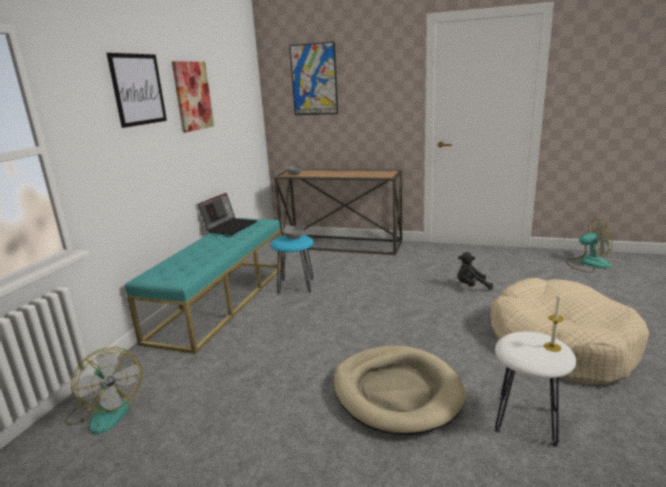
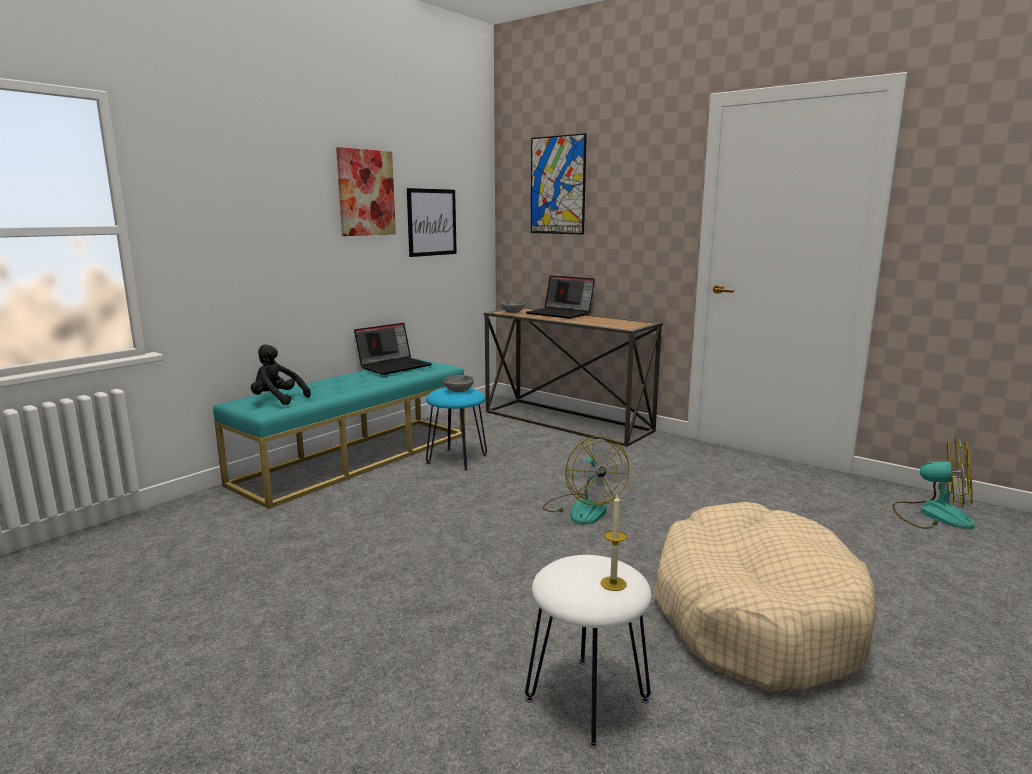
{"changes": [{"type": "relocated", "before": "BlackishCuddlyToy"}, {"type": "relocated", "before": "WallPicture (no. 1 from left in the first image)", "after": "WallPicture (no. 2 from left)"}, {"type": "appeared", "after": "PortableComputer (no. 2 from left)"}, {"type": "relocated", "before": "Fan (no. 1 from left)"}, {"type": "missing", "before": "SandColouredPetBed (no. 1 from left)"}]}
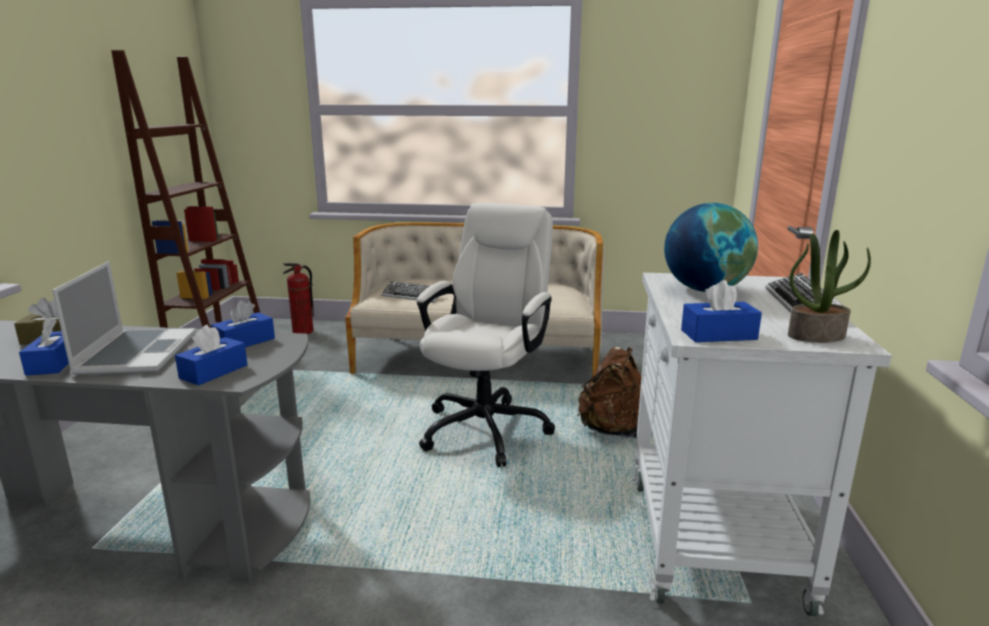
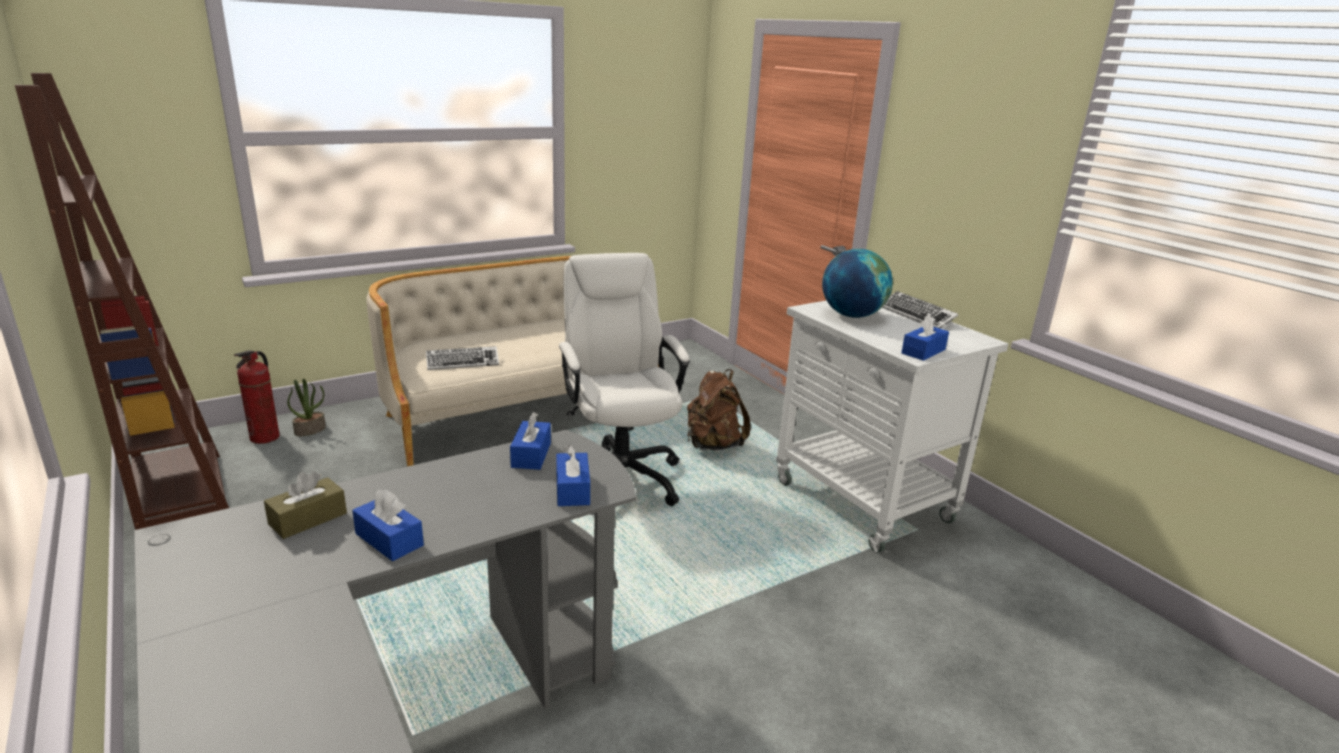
{"changes": [{"type": "relocated", "before": "Houseplant"}, {"type": "missing", "before": "PortableComputer"}]}
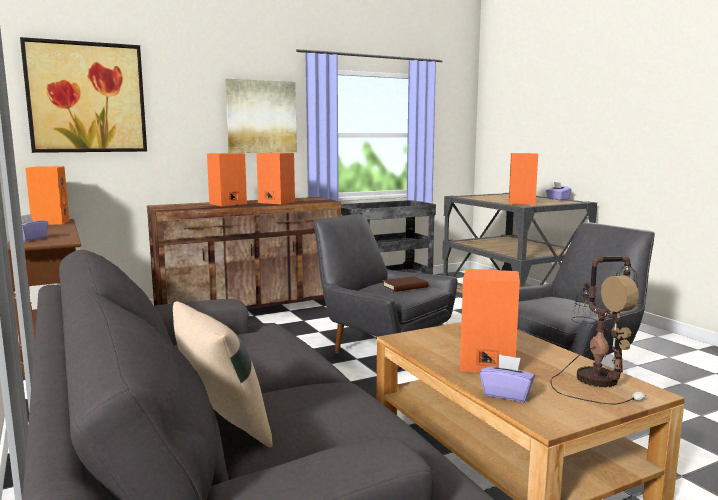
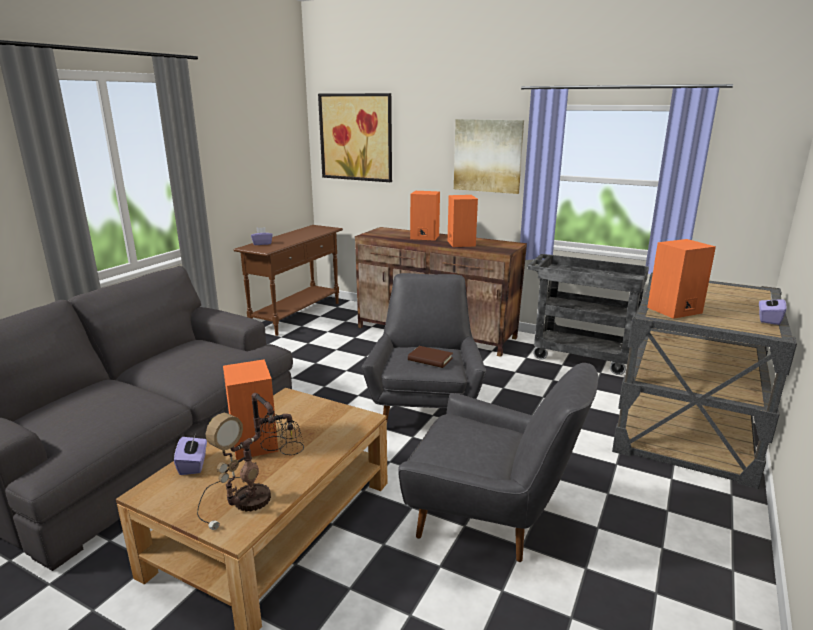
{"changes": [{"type": "missing", "before": "OrangeSpeaker (no. 1 from left)"}, {"type": "missing", "before": "SandColouredPillow"}]}
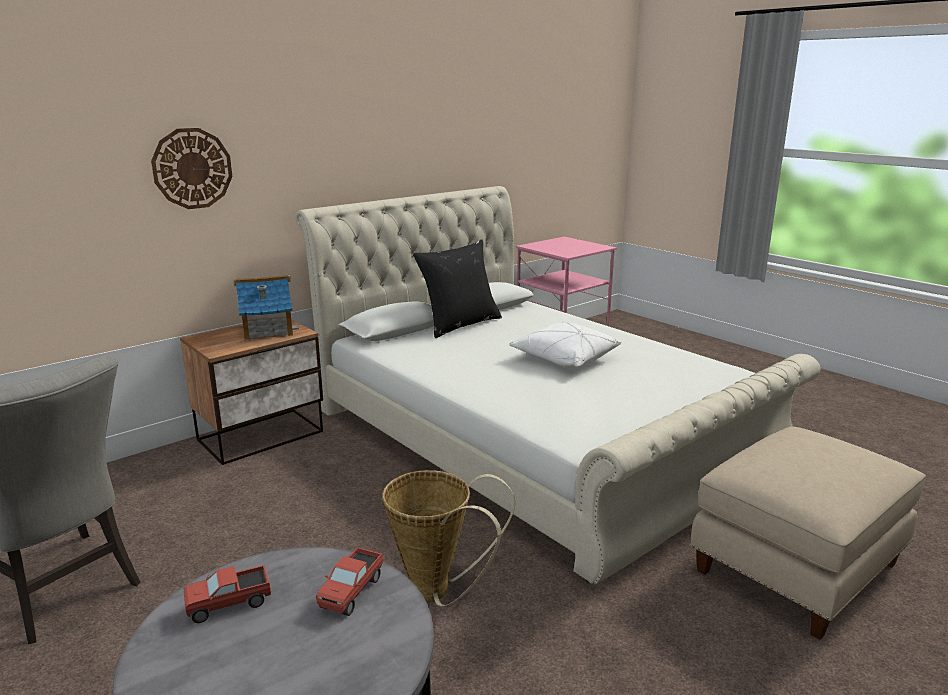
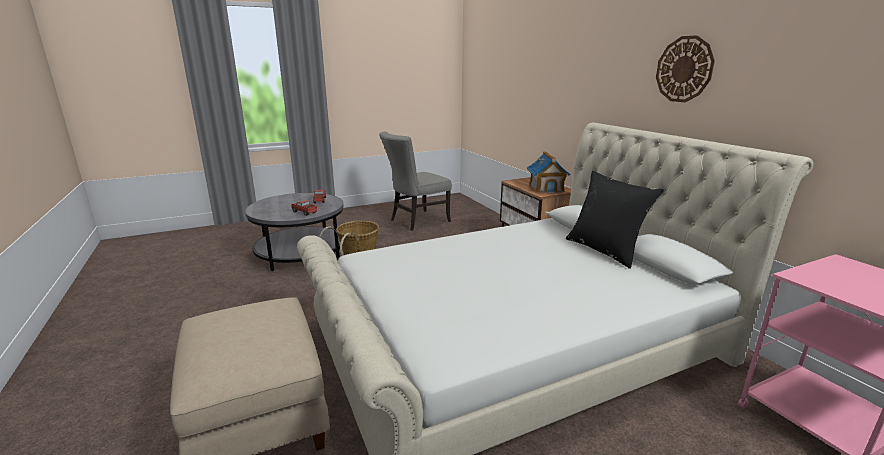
{"changes": [{"type": "relocated", "before": "WallClock"}, {"type": "missing", "before": "WhiteColouredPillow"}]}
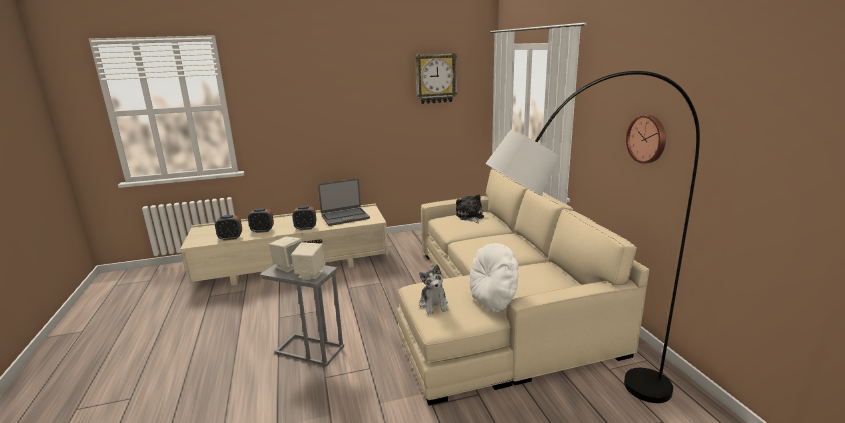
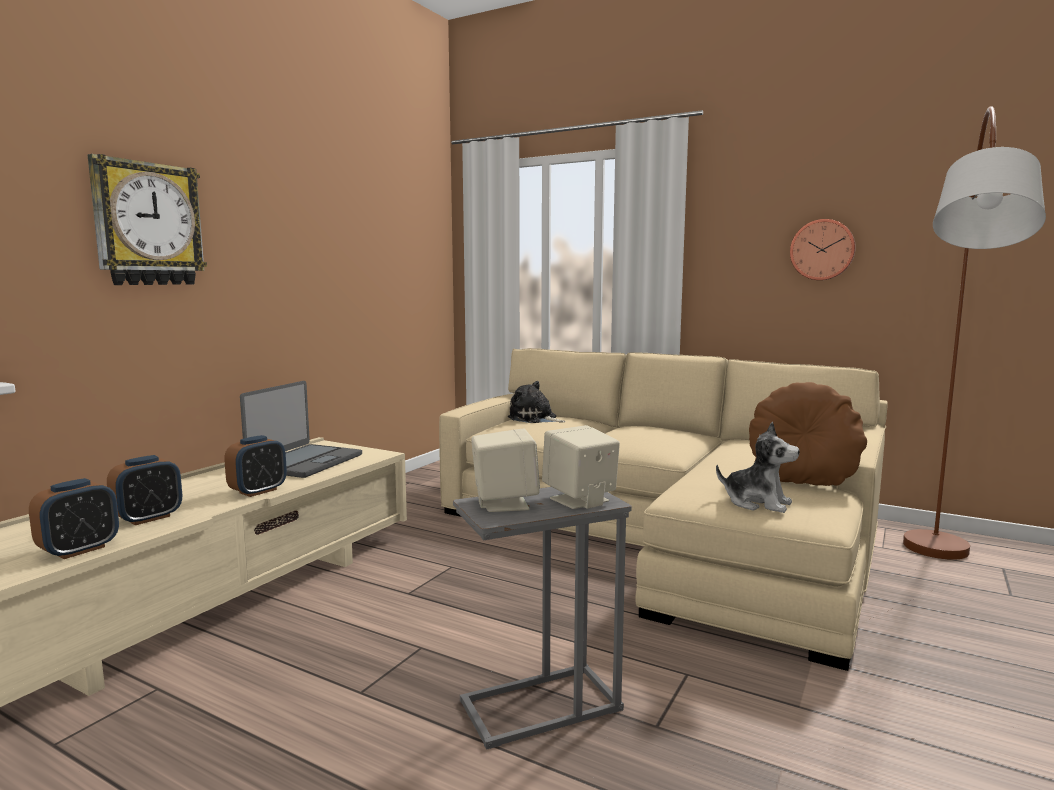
{"changes": [{"type": "relocated", "before": "WallClock (no. 1 from left)"}, {"type": "colour", "before": "WhiteColouredPillow", "after": "BrownishPillow"}, {"type": "colour", "before": "GreyishStandingLamp", "after": "BrownishStandingLamp"}]}
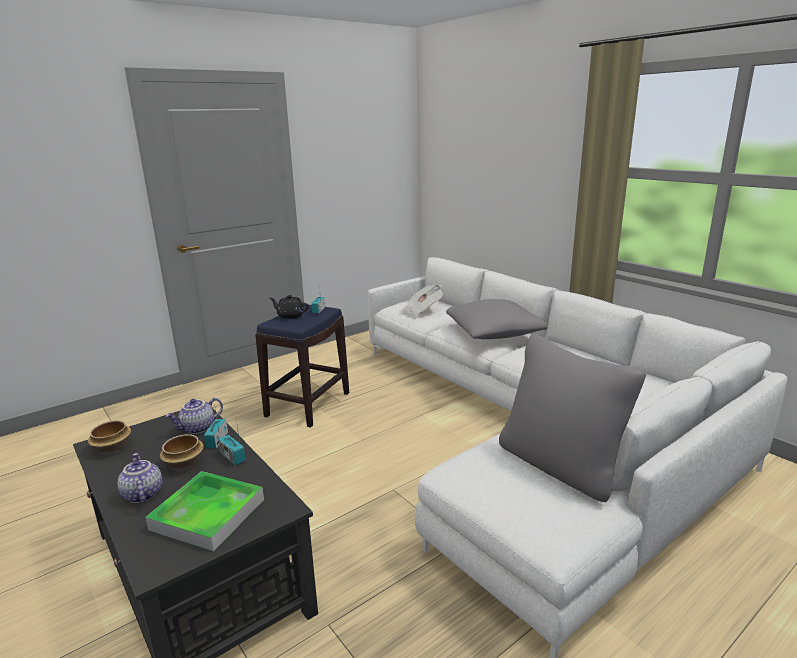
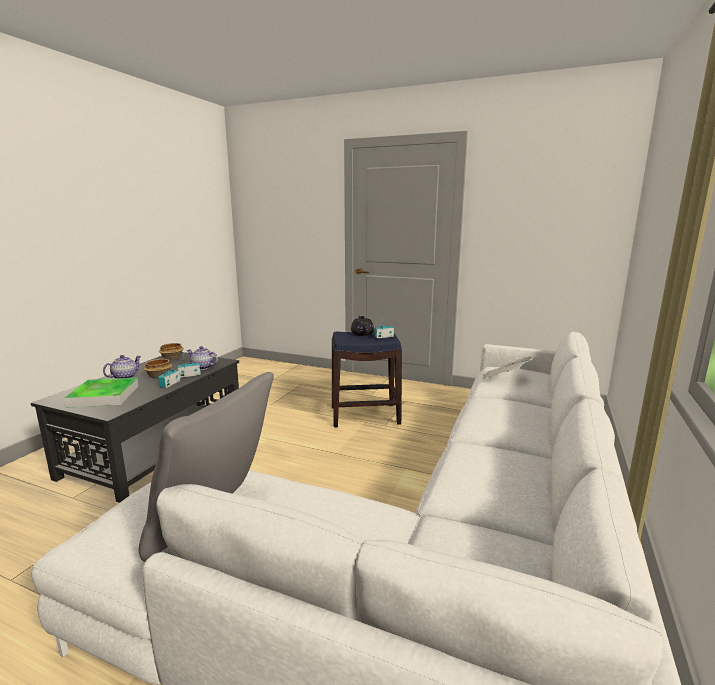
{"changes": [{"type": "missing", "before": "GreyishPillow (no. 1 from left)"}]}
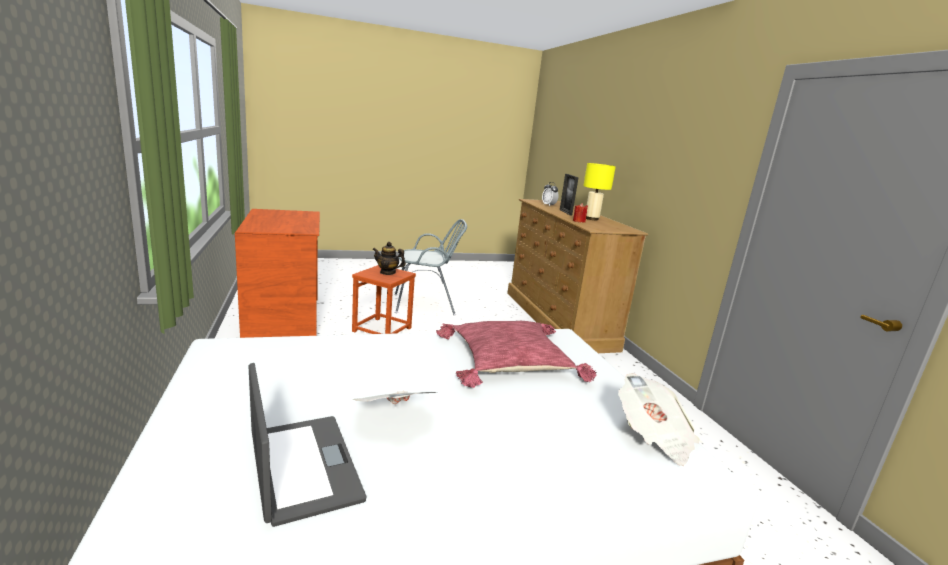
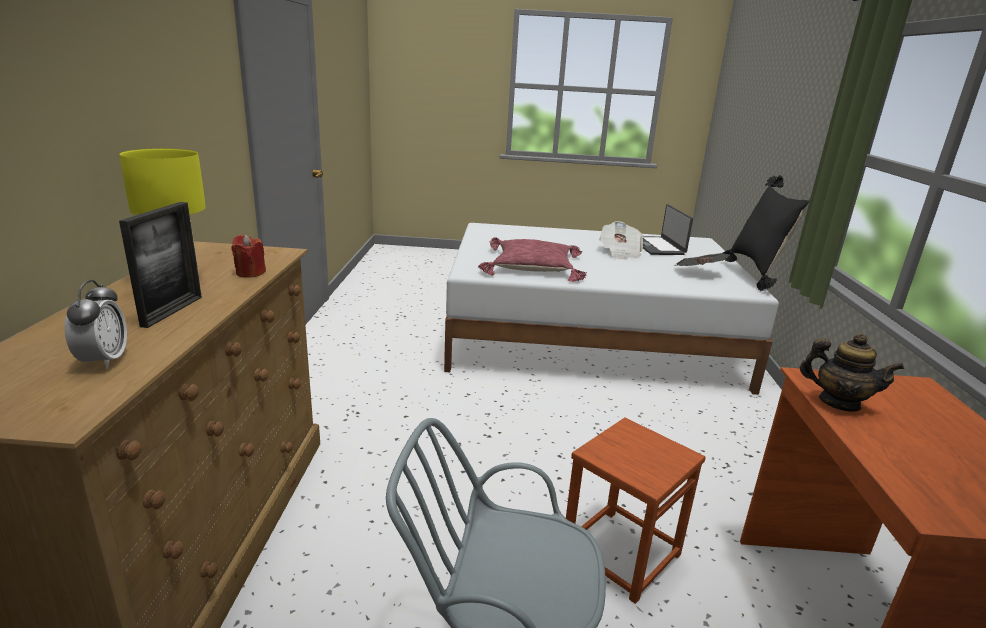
{"changes": [{"type": "relocated", "before": "DailyPaper (no. 2 from left)"}, {"type": "appeared", "after": "BlackishPillow"}, {"type": "relocated", "before": "Teapot"}]}
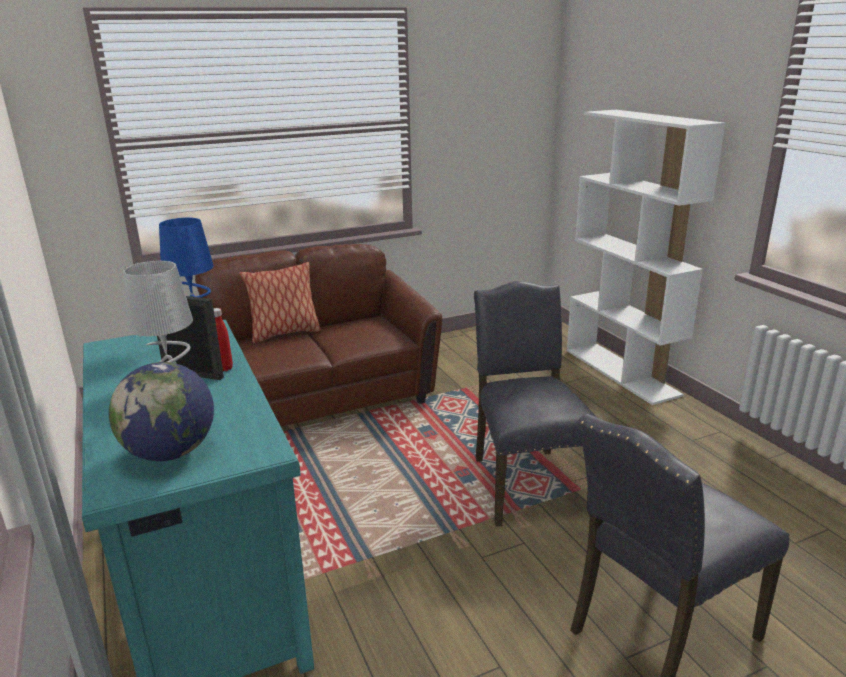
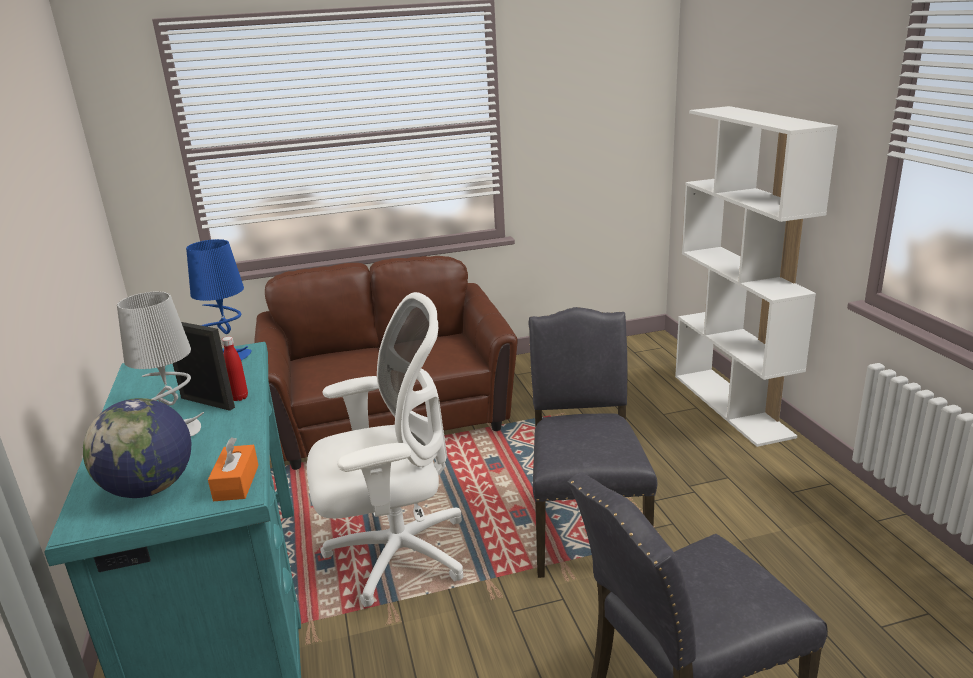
{"changes": [{"type": "appeared", "after": "OrangeTissueBox"}, {"type": "appeared", "after": "WhiteColouredOfficeChair"}, {"type": "missing", "before": "Pillow"}]}
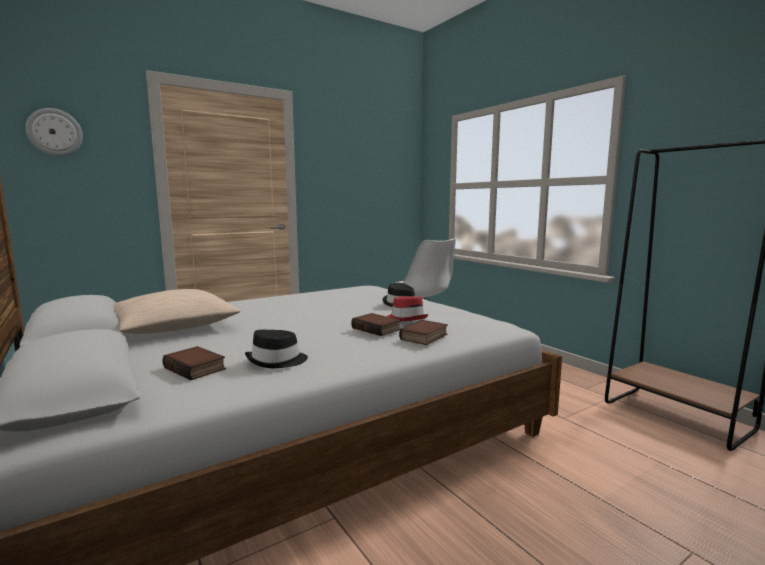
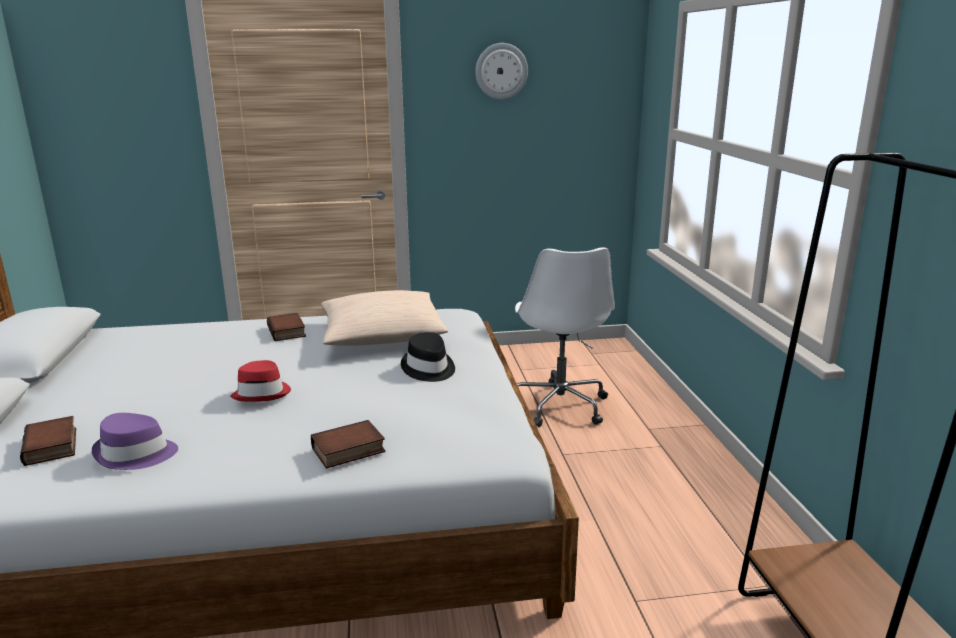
{"changes": [{"type": "colour", "before": "BlackishClothingHat (no. 1 from left)", "after": "PurplishClothingHat"}, {"type": "relocated", "before": "RedClothingHat"}, {"type": "relocated", "before": "Volume (no. 2 from left)"}, {"type": "relocated", "before": "SandColouredPillow"}, {"type": "relocated", "before": "WallClock"}]}
